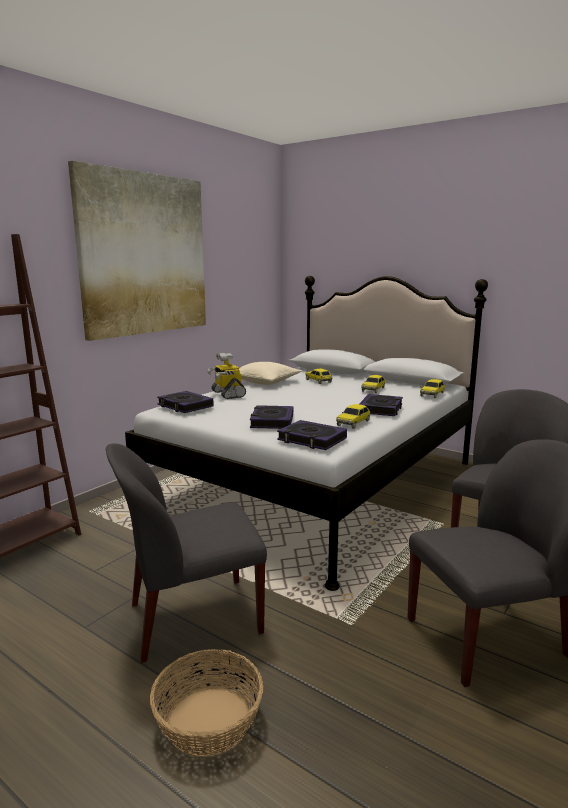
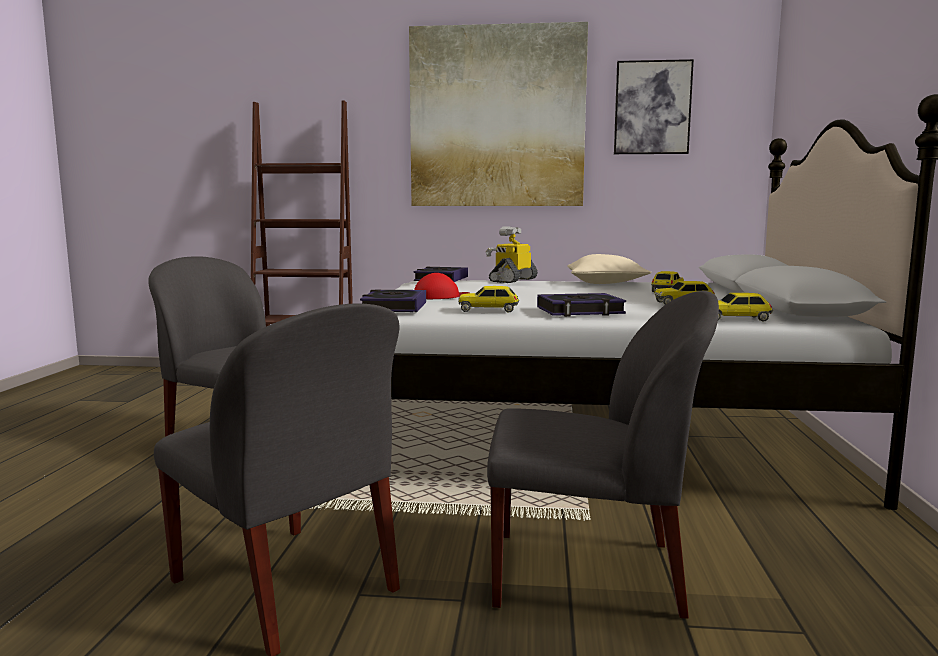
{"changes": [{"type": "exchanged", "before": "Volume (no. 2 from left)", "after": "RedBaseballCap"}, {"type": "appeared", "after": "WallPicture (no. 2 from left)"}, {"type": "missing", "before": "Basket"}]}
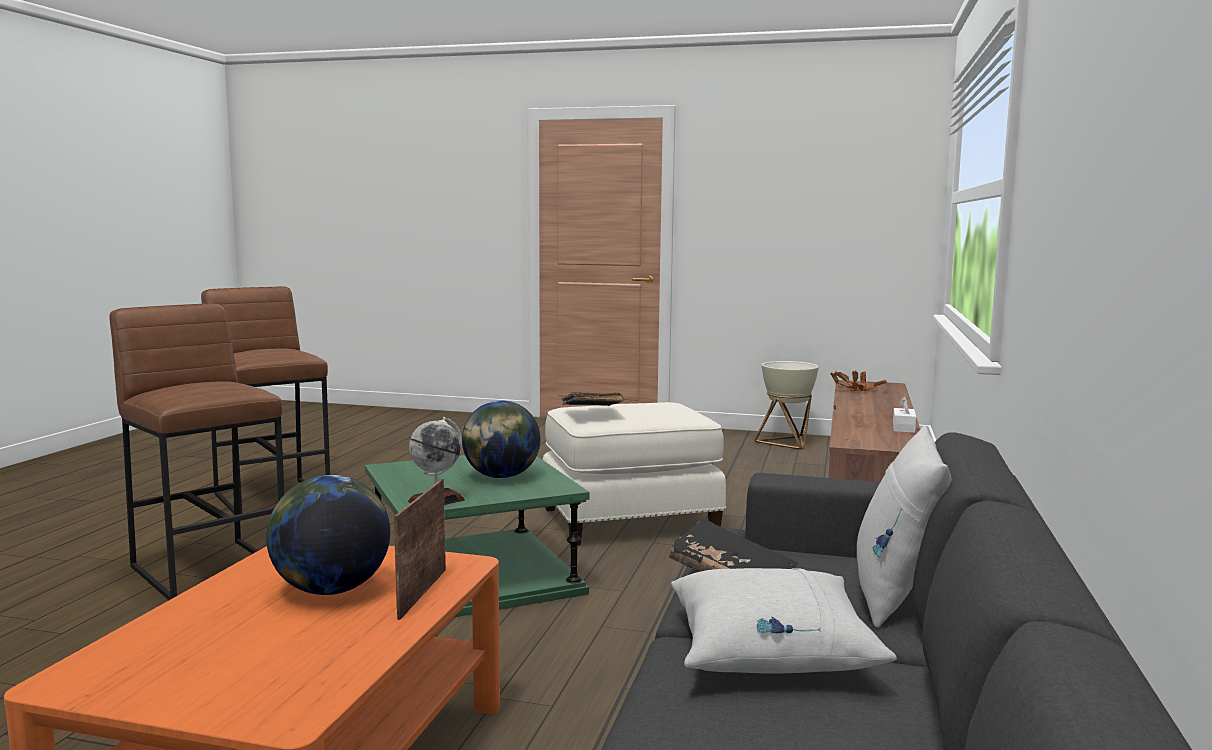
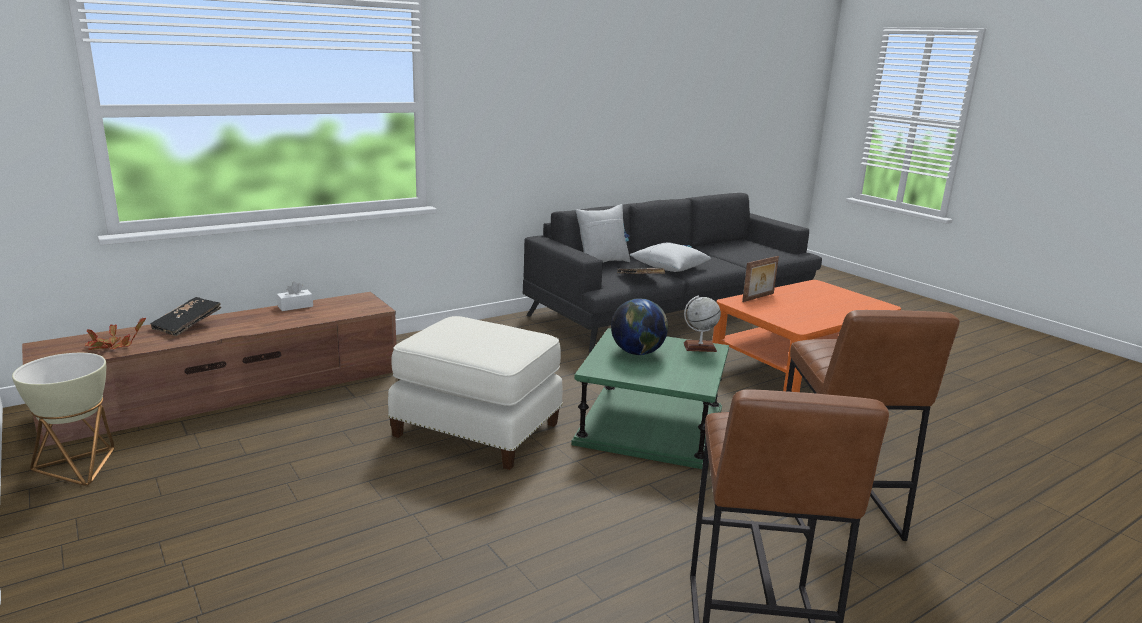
{"changes": [{"type": "relocated", "before": "BlackishVolume (no. 1 from left)"}, {"type": "missing", "before": "Globe (no. 1 from left)"}]}
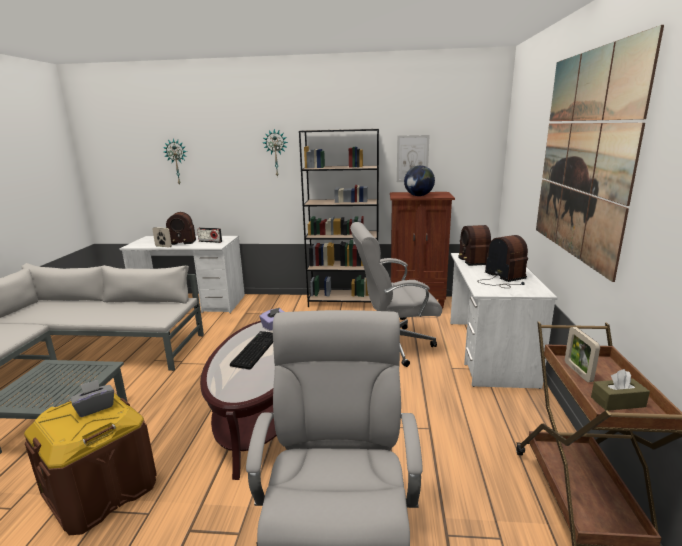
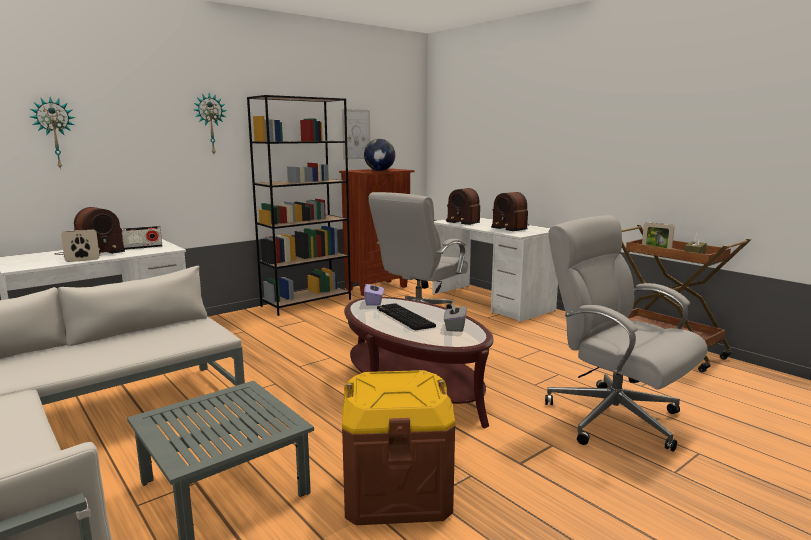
{"changes": [{"type": "relocated", "before": "GreyishTissueBox"}, {"type": "spun", "before": "Radio (no. 4 from left)", "turn": -150}, {"type": "missing", "before": "WallPicture (no. 2 from left)"}]}
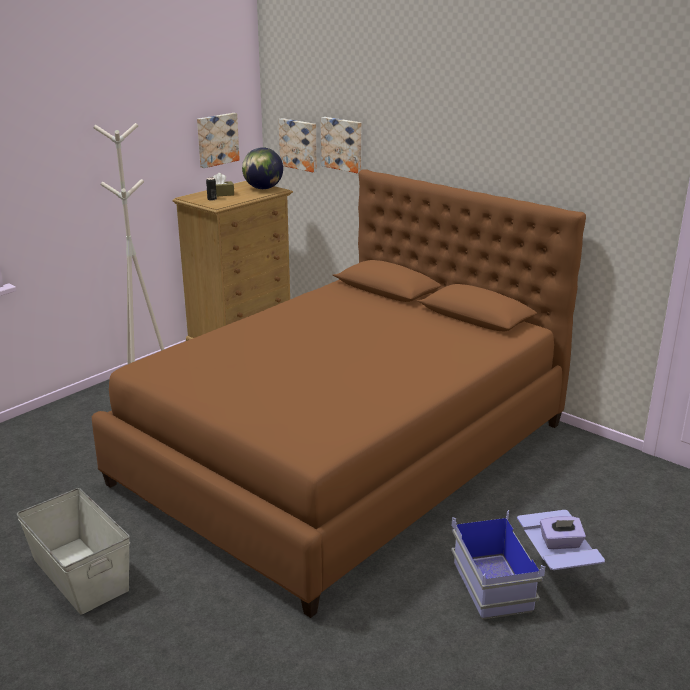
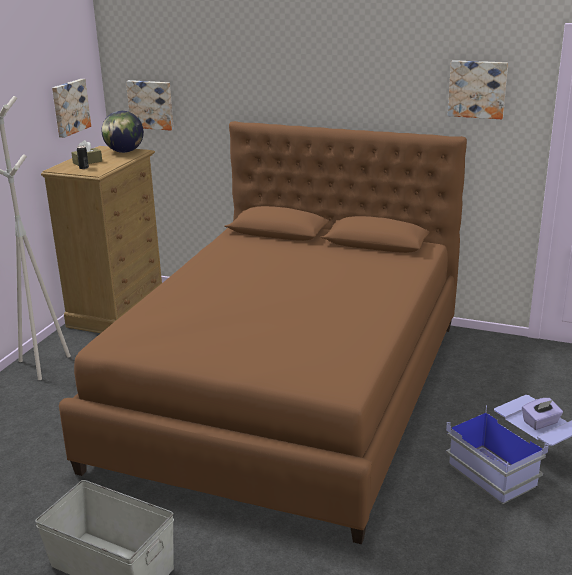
{"changes": [{"type": "relocated", "before": "WallPicture (no. 3 from left)"}]}
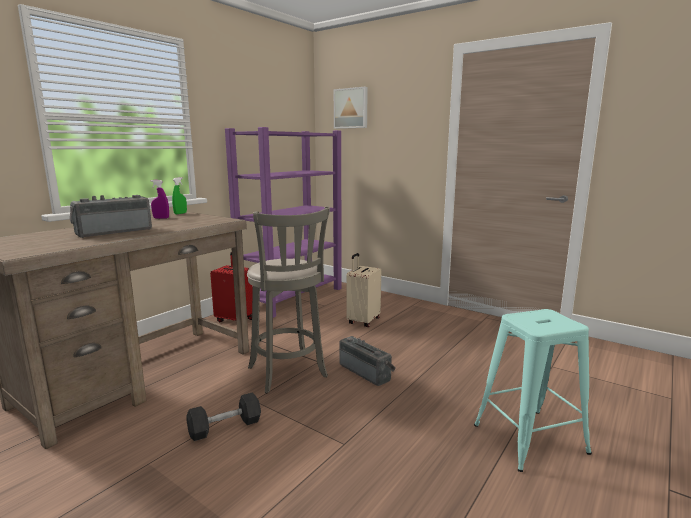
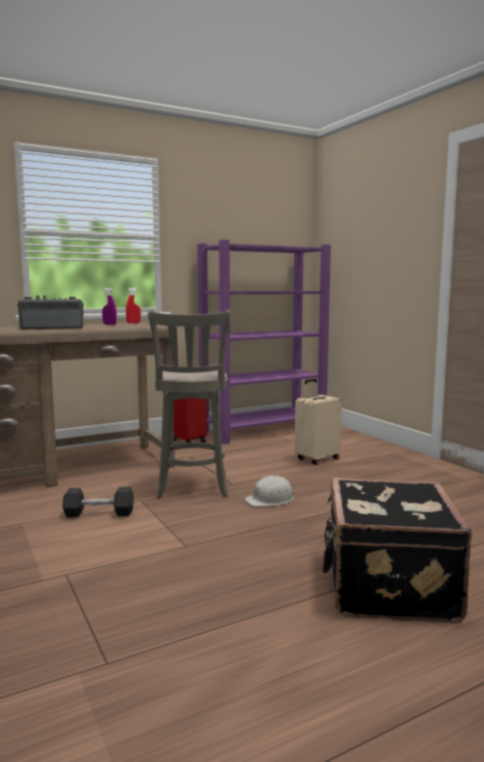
{"changes": [{"type": "colour", "before": "GreenSprayer", "after": "RedSprayer"}, {"type": "exchanged", "before": "Radio (no. 2 from left)", "after": "WhiteColouredHardHat"}, {"type": "exchanged", "before": "TurquoiseColouredStoolSeat", "after": "BlackishPieceOfLuggage"}, {"type": "missing", "before": "WallPicture"}]}
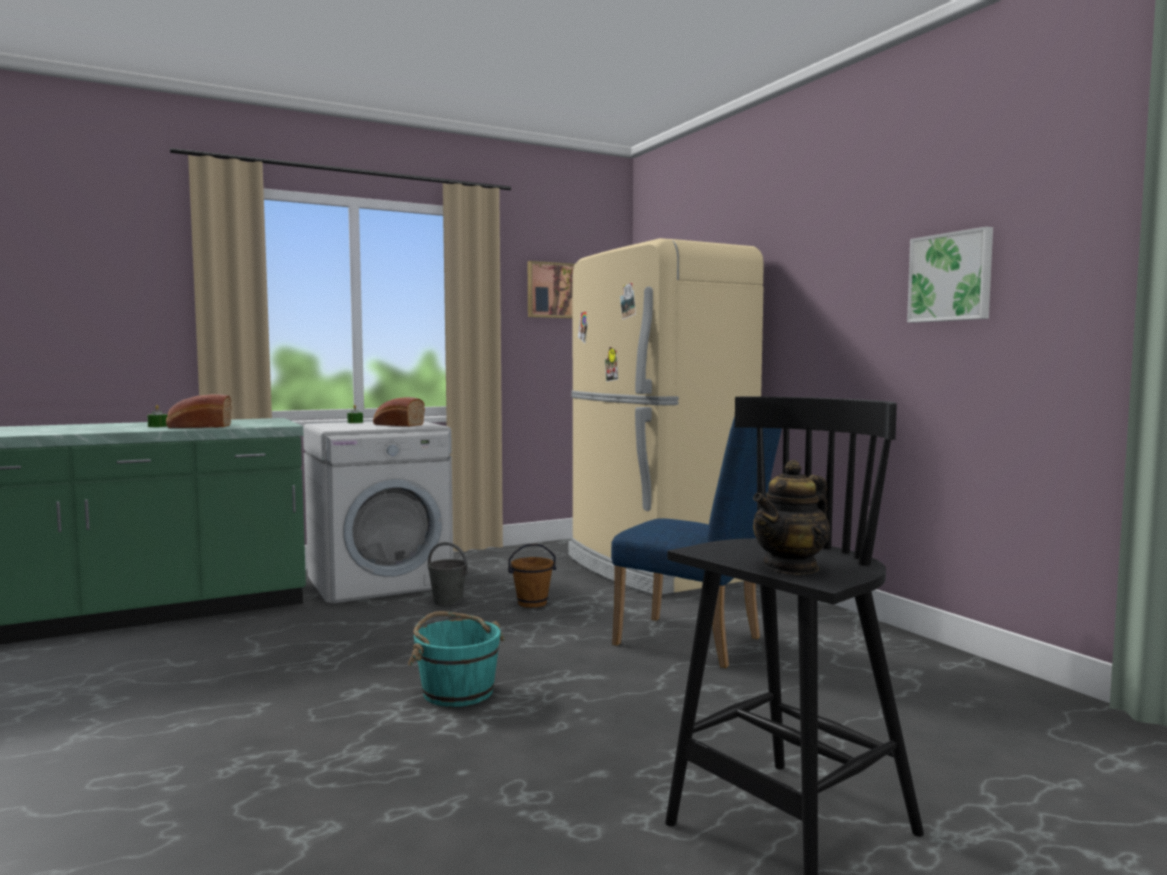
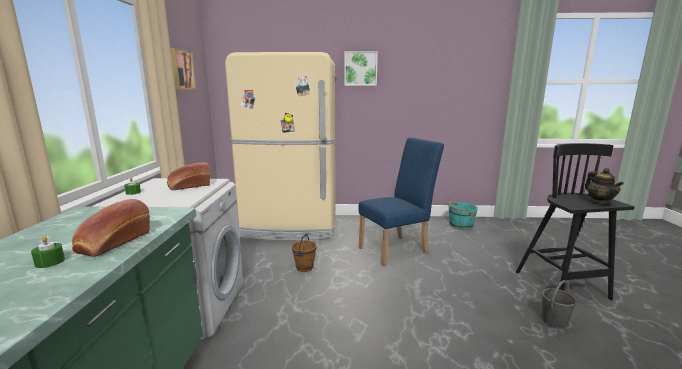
{"changes": [{"type": "relocated", "before": "WallPicture (no. 2 from left)"}, {"type": "relocated", "before": "TurquoiseColouredWaterBucket"}, {"type": "relocated", "before": "GreyishWaterBucket"}]}
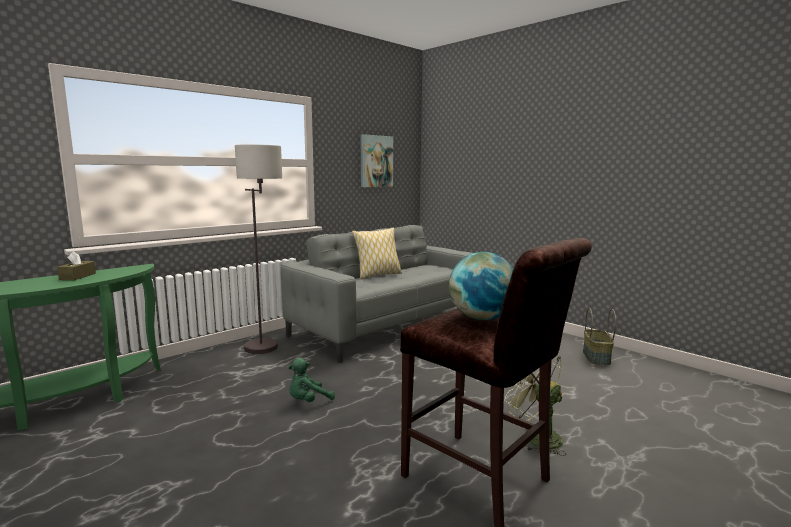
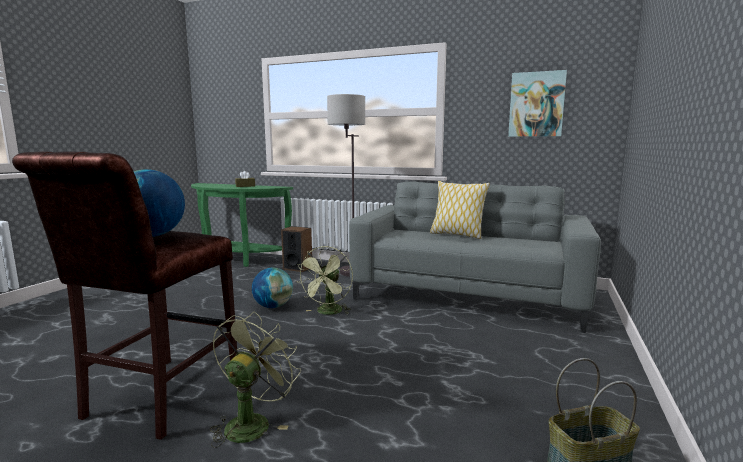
{"changes": [{"type": "exchanged", "before": "GreenCuddlyToy", "after": "Globe (no. 2 from left)"}, {"type": "appeared", "after": "Speaker"}, {"type": "appeared", "after": "GreenFan (no. 2 from left)"}]}
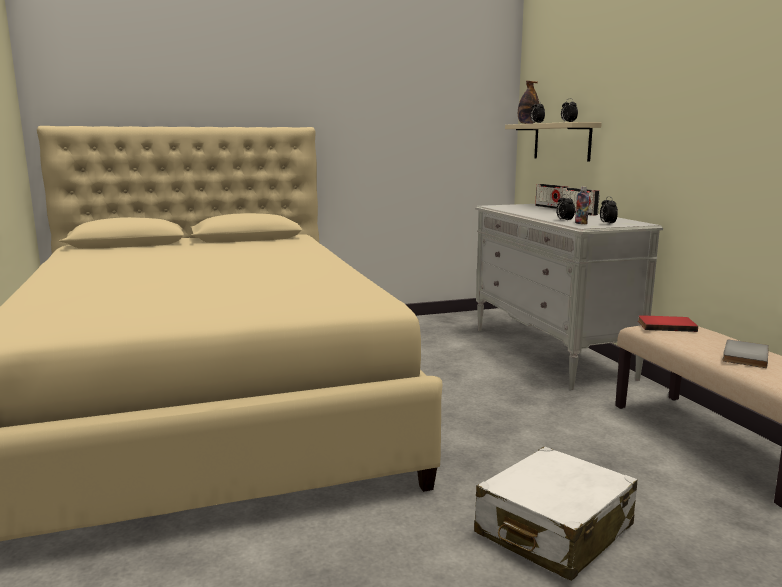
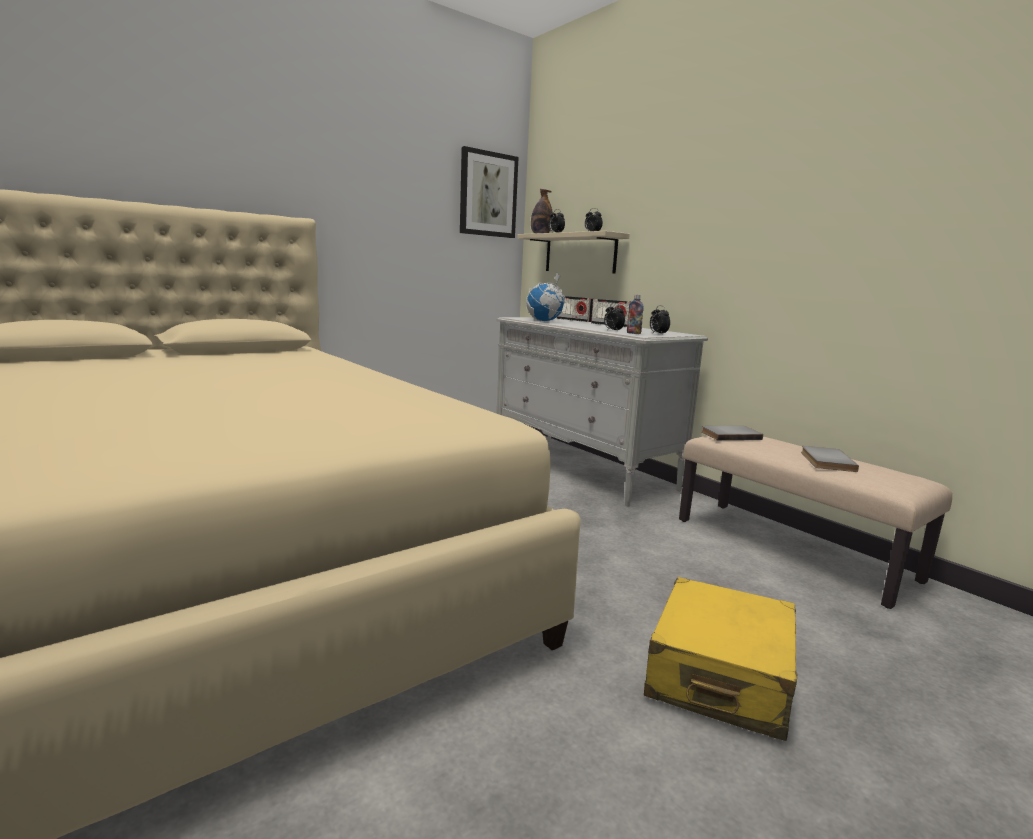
{"changes": [{"type": "appeared", "after": "WallPicture"}, {"type": "appeared", "after": "Globe"}, {"type": "colour", "before": "WhiteColouredPieceOfLuggage", "after": "YellowPieceOfLuggage"}, {"type": "colour", "before": "RedVolume", "after": "GreyishVolume (no. 1 from left)"}]}
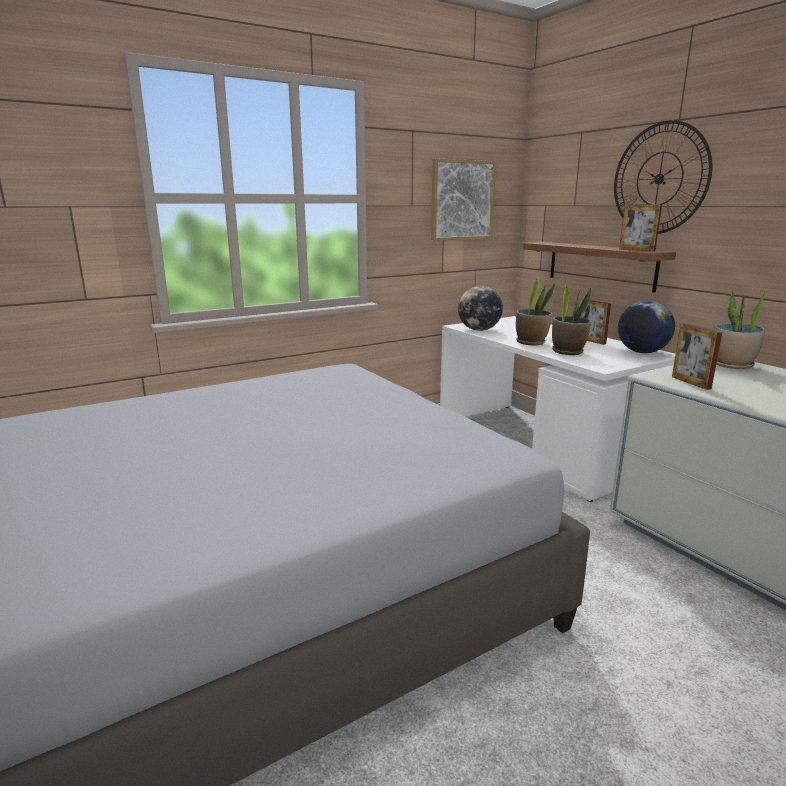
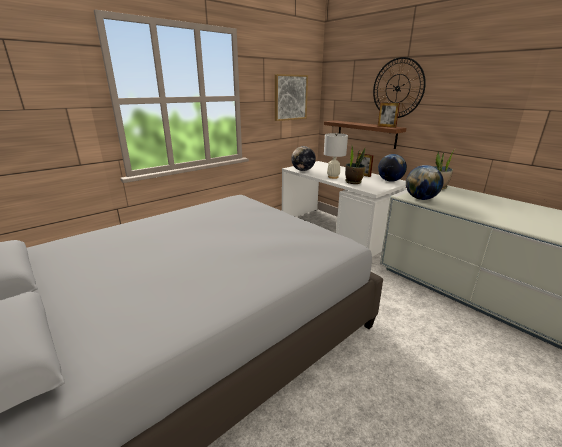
{"changes": [{"type": "exchanged", "before": "Houseplant (no. 1 from left)", "after": "WhiteColouredLampForATable"}, {"type": "exchanged", "before": "PictureFrame (no. 3 from left)", "after": "Globe (no. 3 from left)"}]}
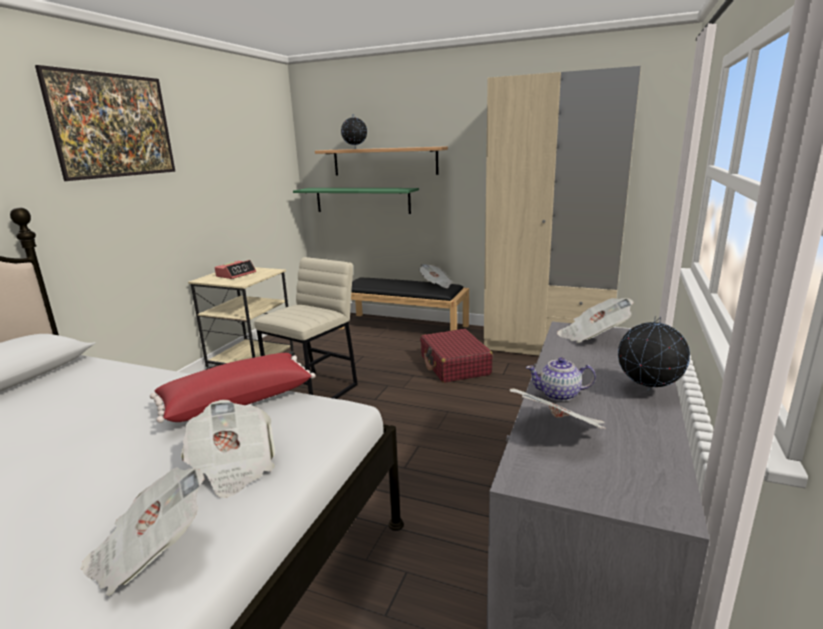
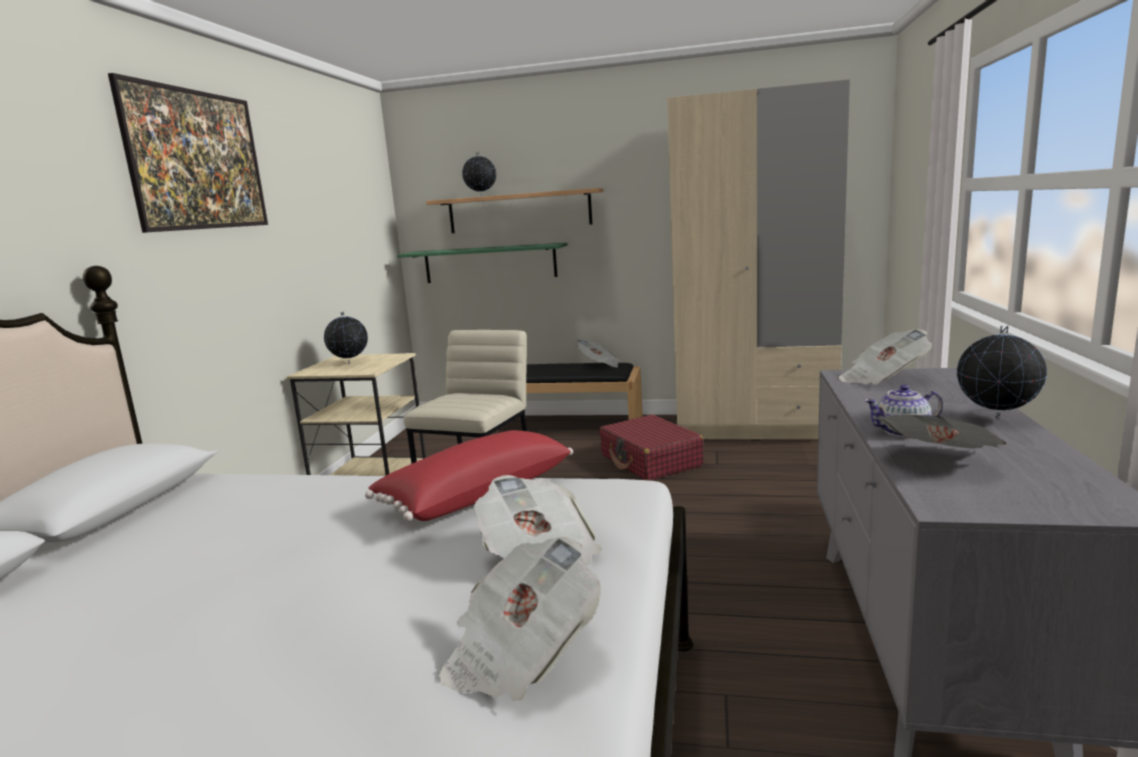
{"changes": [{"type": "exchanged", "before": "AlarmClock", "after": "Globe (no. 1 from left)"}]}
